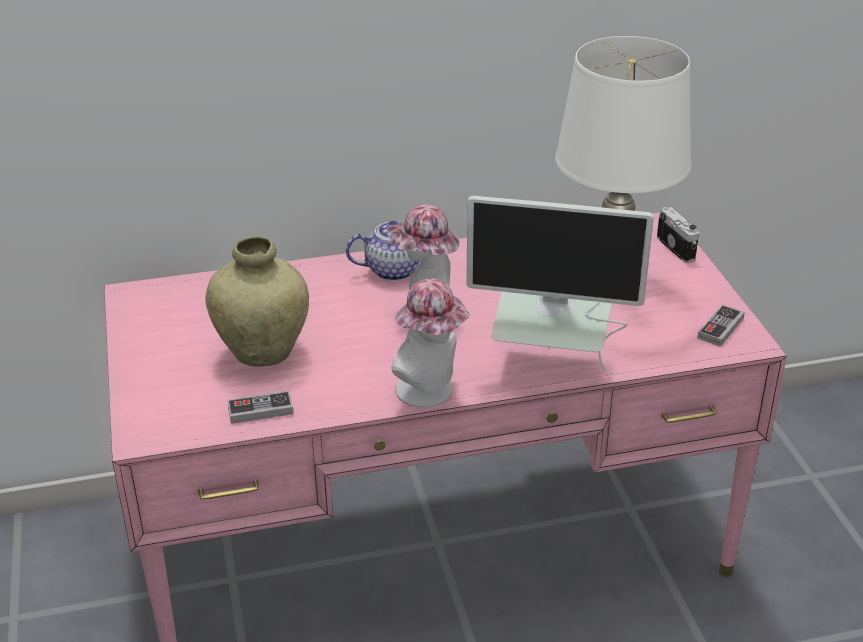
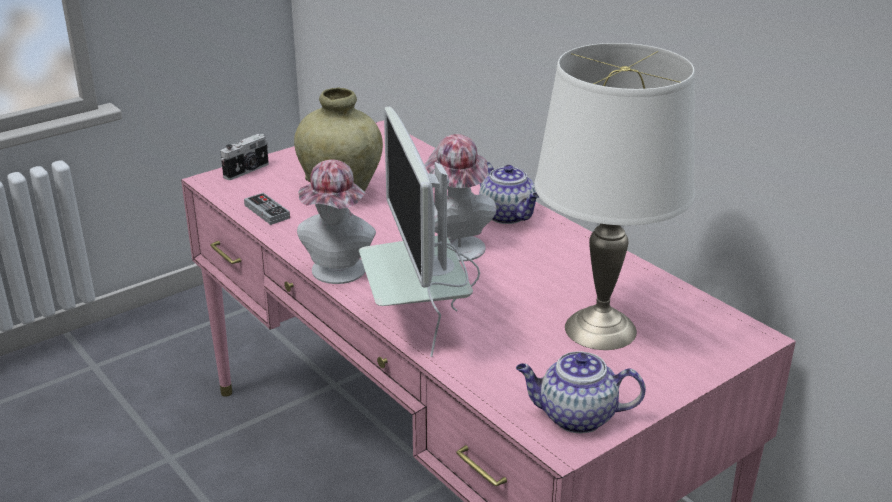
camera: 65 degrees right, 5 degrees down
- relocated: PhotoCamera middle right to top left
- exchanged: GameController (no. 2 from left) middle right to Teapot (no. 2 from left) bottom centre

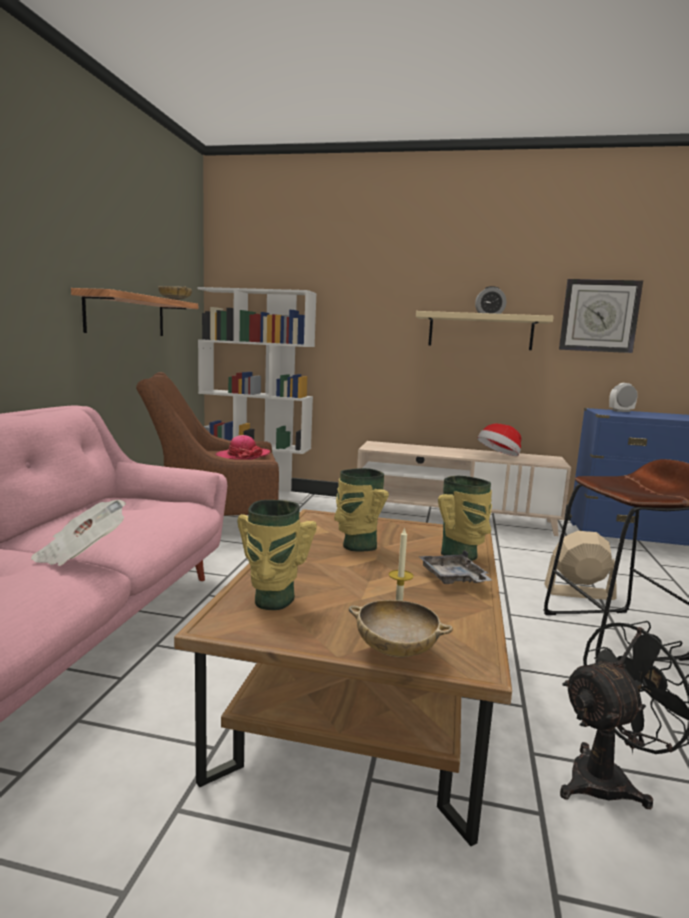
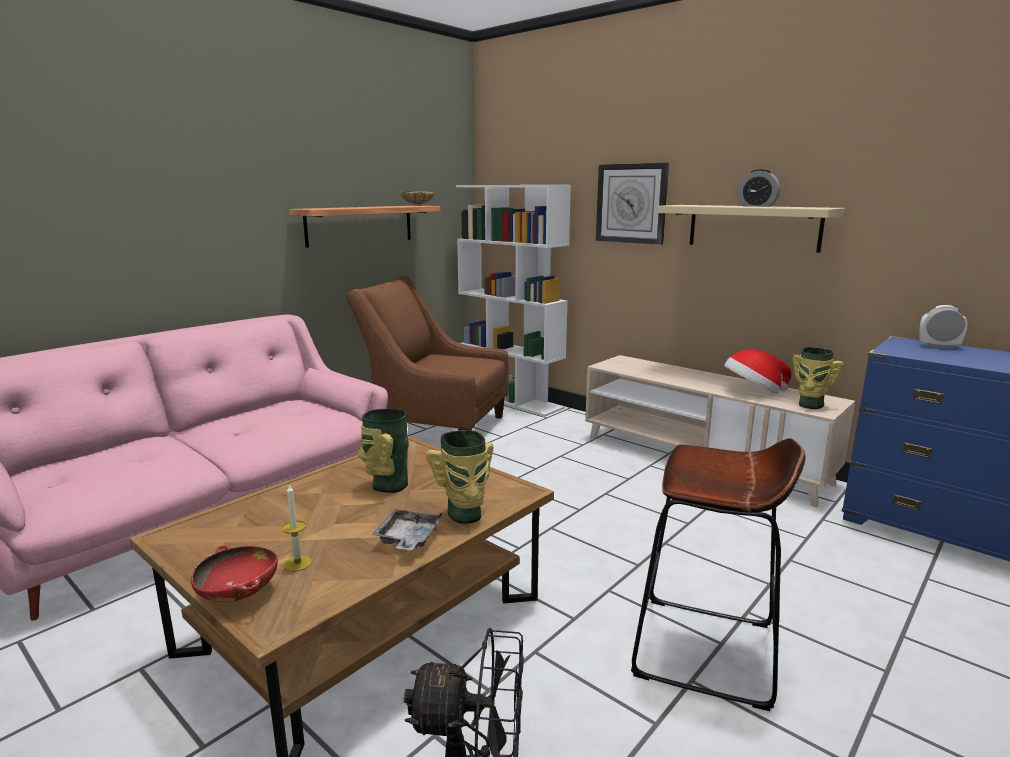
camera: 30 degrees right, 5 degrees up
- relocated: WallClock middle right to top centre
- missing: Hat (no. 1 from left) centre
- missing: Newspaper middle left
- relocated: Vase (no. 1 from left in the first image) centre to Vase (no. 3 from left) middle right
- missing: BeigeFan middle right
- colour: BeigeBowl (no. 2 from left) bottom centre to RedBowl bottom left

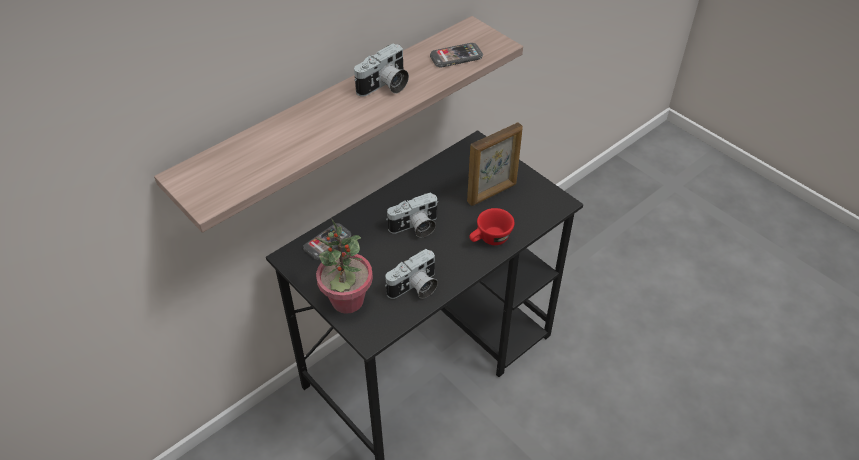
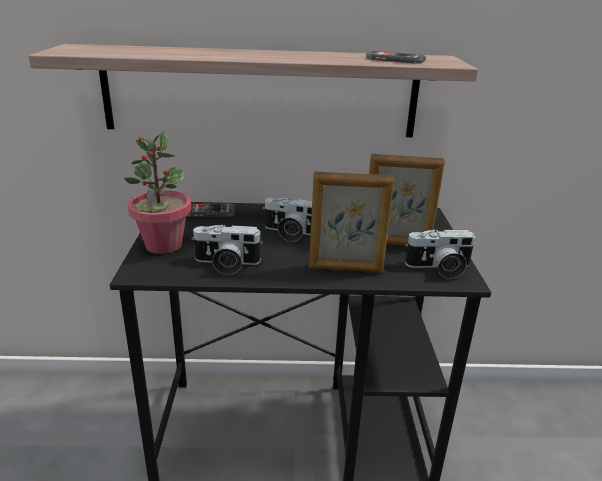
camera: 40 degrees right, 20 degrees down
- relocated: PhotoCamera (no. 1 from left in the first image) top centre to PhotoCamera (no. 3 from left) middle right
- exchanged: RedCup centre to PictureFrame (no. 1 from left) centre

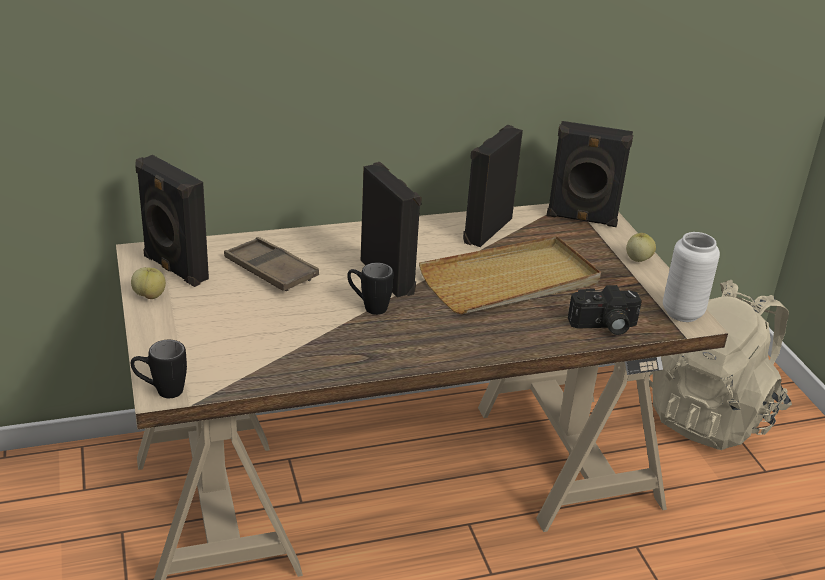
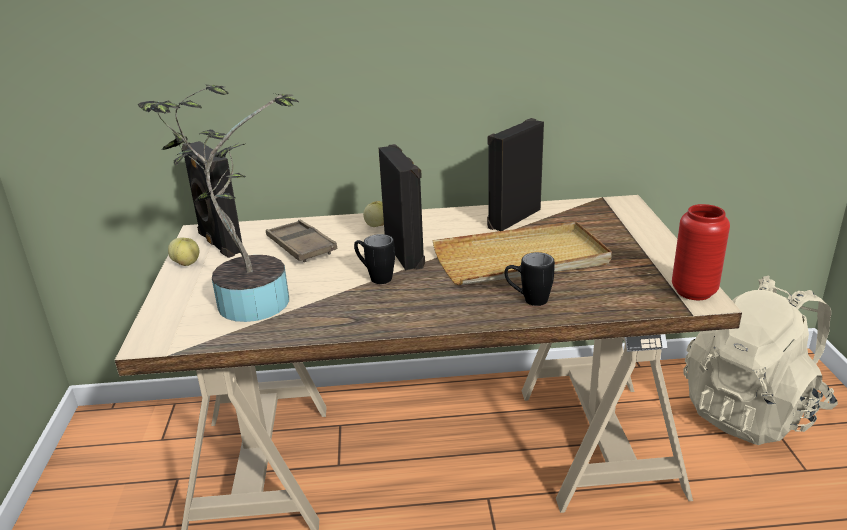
camera: 15 degrees right, 5 degrees down
- missing: BlackSpeaker (no. 4 from left) top right
- colour: WhiteVase middle right to RedVase middle right
- relocated: Apple (no. 2 from left) middle right to centre
- missing: PhotoCamera middle right
- relocated: BlackMug (no. 1 from left in the first image) middle left to BlackMug (no. 2 from left) centre
- appeared: PottedPlant middle left

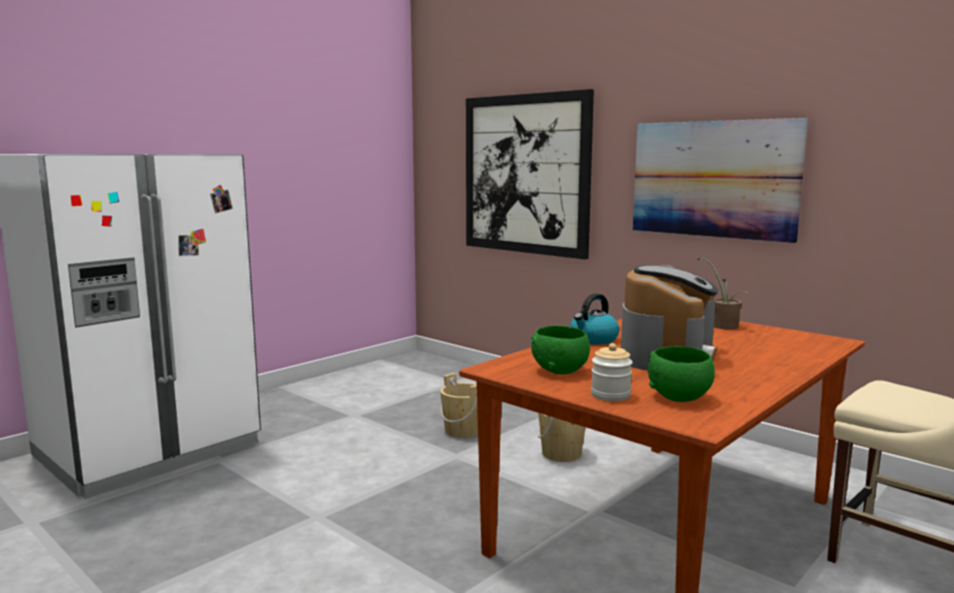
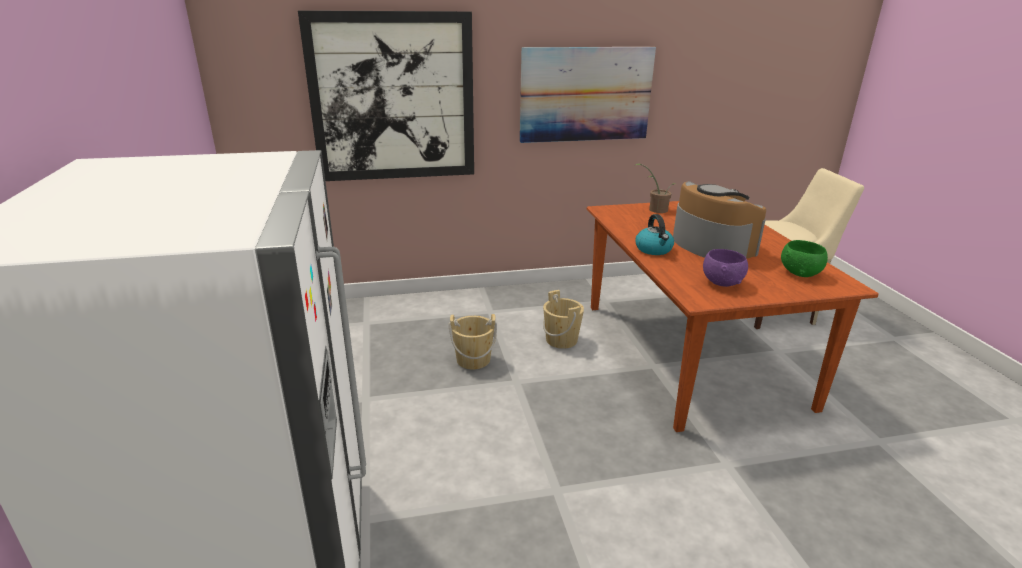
camera: 55 degrees left, 15 degrees up
- colour: GreenBowl (no. 1 from left) centre to PurpleBowl middle right
- missing: Jar centre

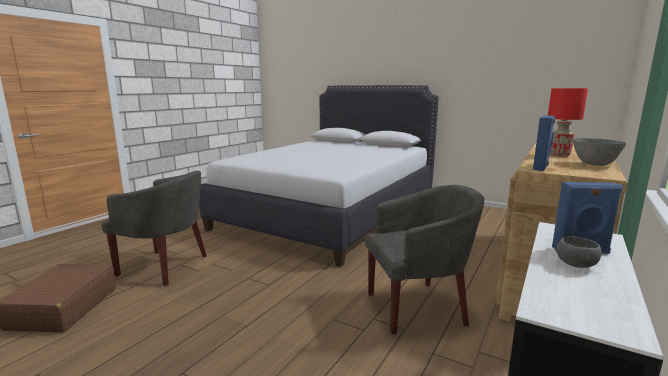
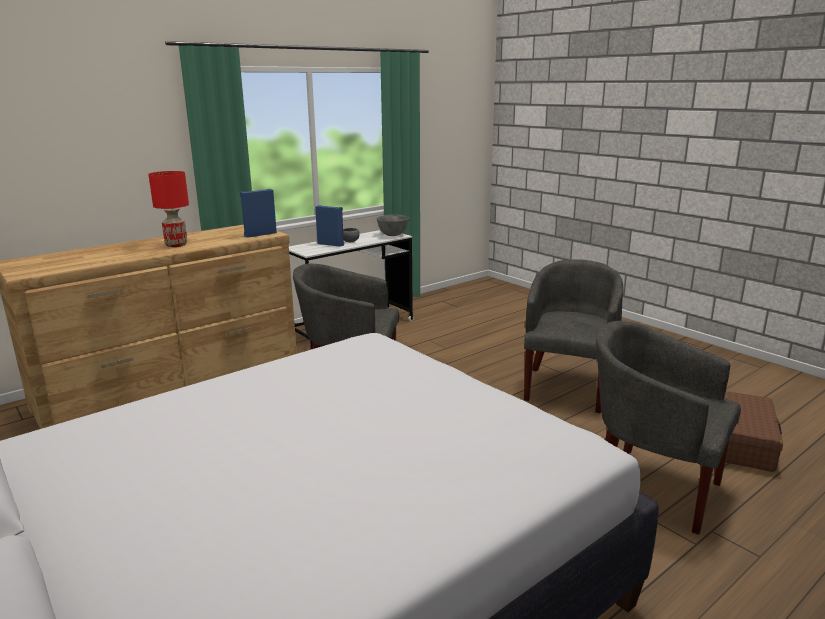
camera: 160 degrees left, 5 degrees up
- relocated: GreyBowl (no. 2 from left) middle right to centre
- appeared: GreyArmchair (no. 2 from left) middle right

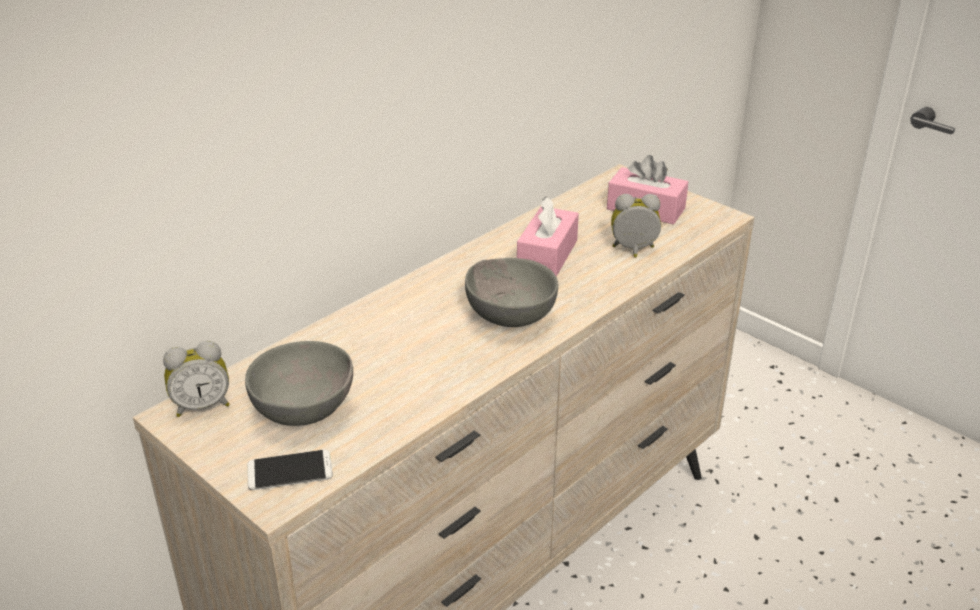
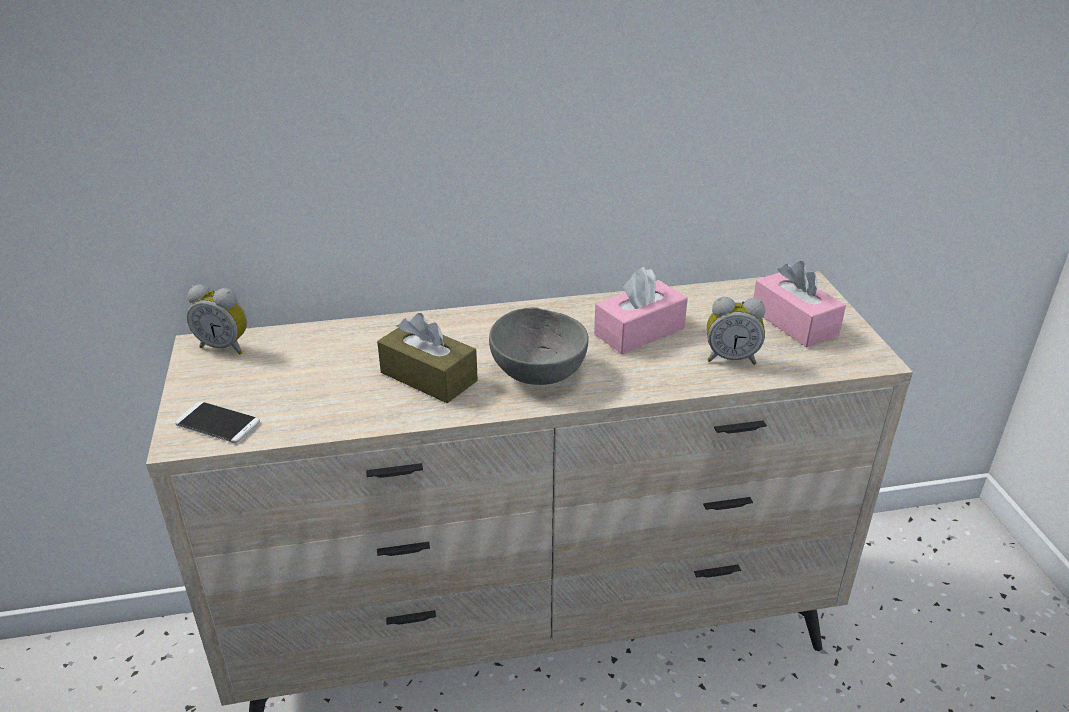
camera: 35 degrees right, 0 degrees up
- spun: AlarmClock (no. 2 from left) centre = middle right 150 degrees clockwise
- missing: GreyBowl (no. 1 from left) middle left
- appeared: BrownTissueBox centre

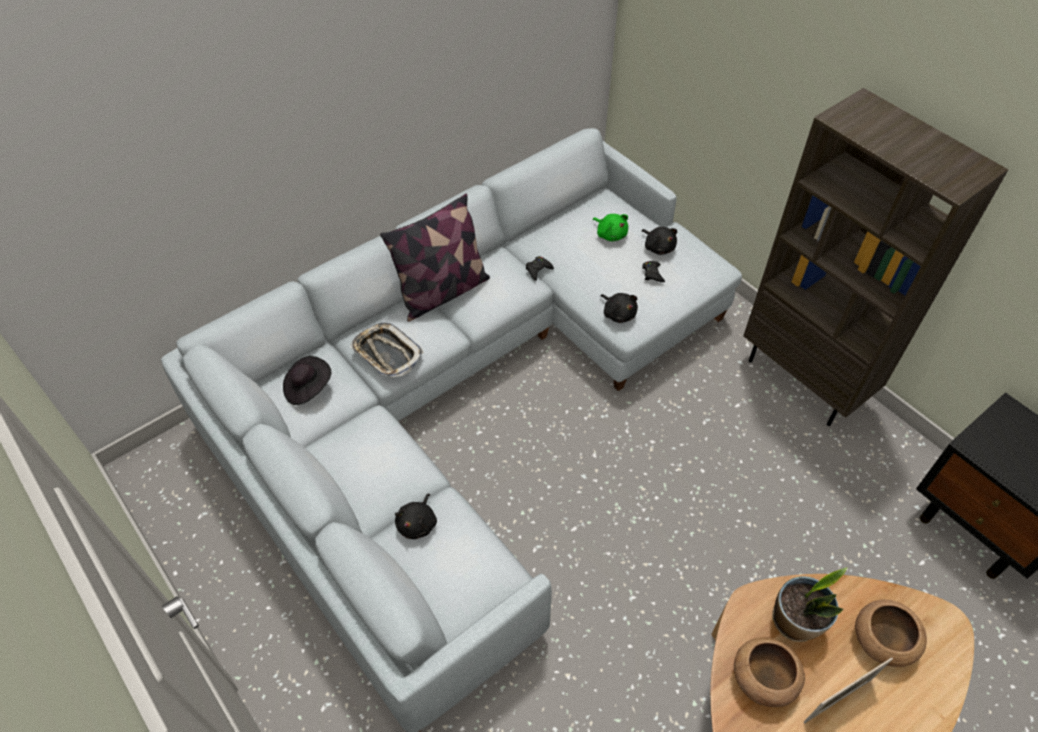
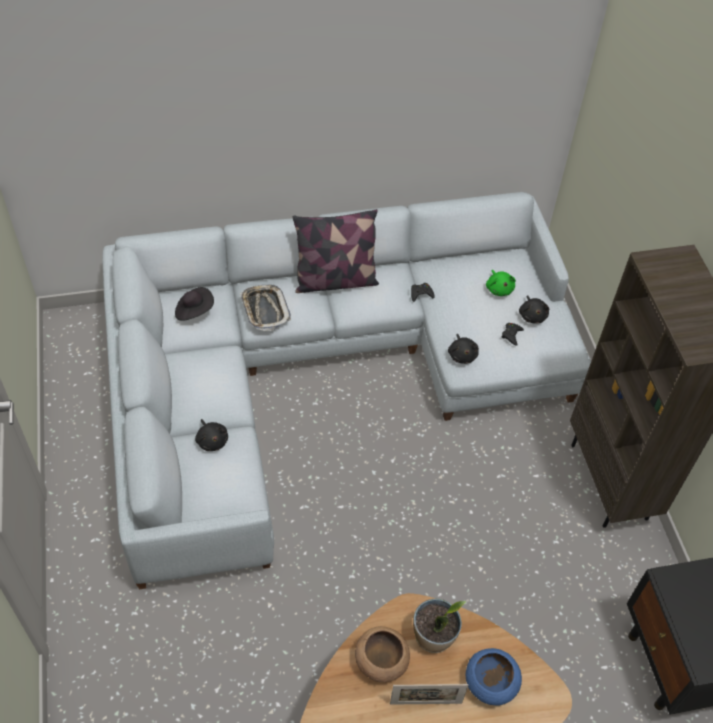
camera: 25 degrees right, 0 degrees up
- spun: BlackPlushToy (no. 1 from left) bottom centre = middle left 75 degrees counterclockwise
- colour: BrownBowl (no. 2 from left) bottom right to BlueBowl bottom right

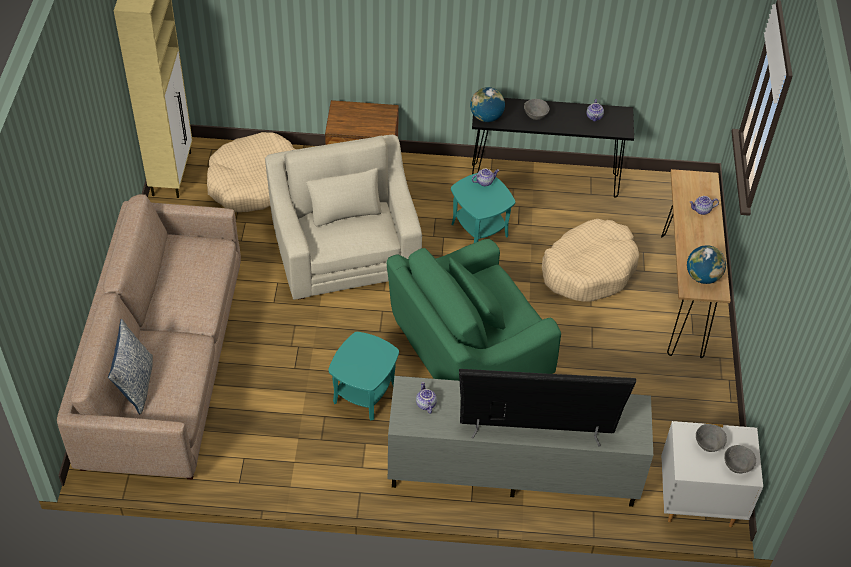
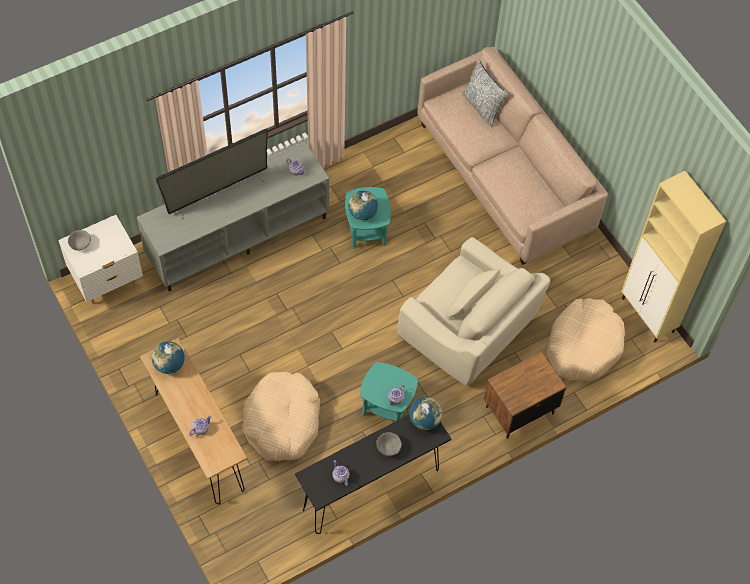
camera: 145 degrees right, 10 degrees up
- missing: GreenArmchair centre
- missing: GreyBowl (no. 2 from left) bottom right
- appeared: Globe (no. 2 from left) centre

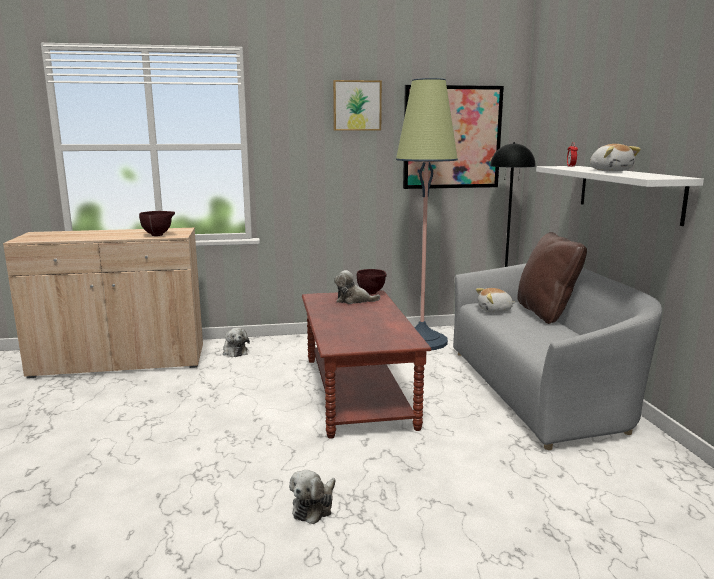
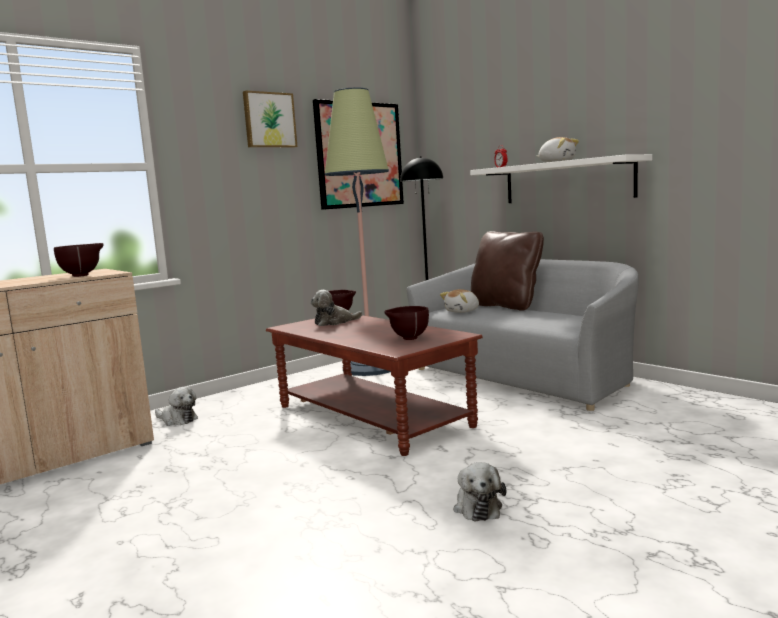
camera: 30 degrees left, 5 degrees down
- appeared: BrownBowl (no. 3 from left) centre

